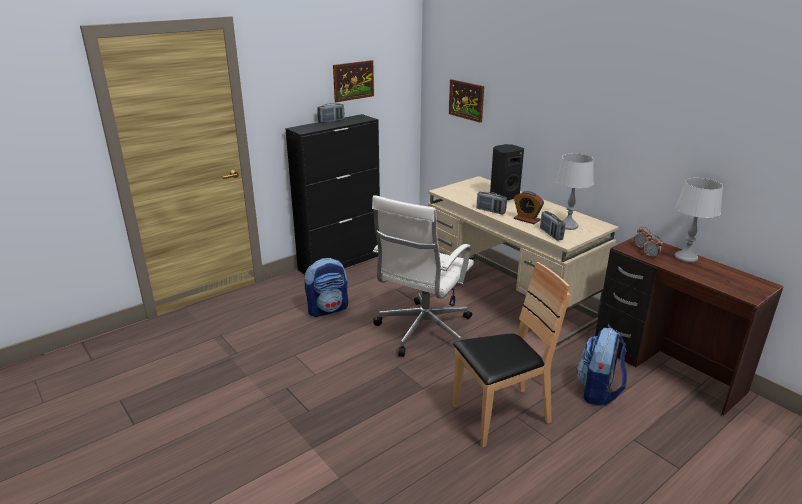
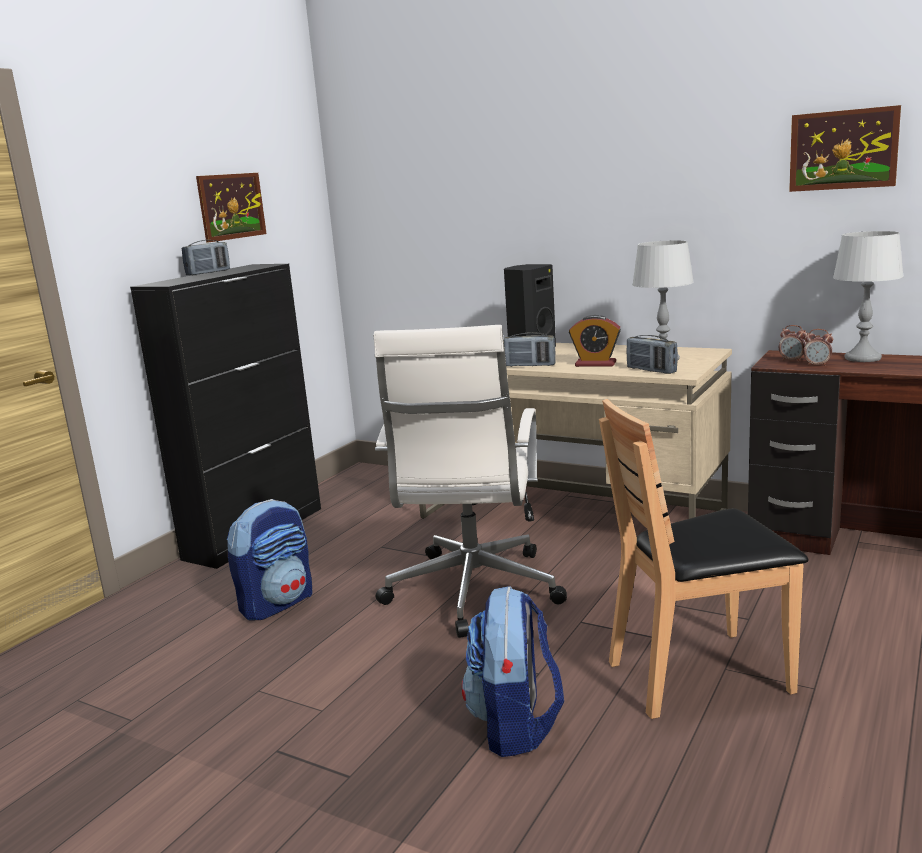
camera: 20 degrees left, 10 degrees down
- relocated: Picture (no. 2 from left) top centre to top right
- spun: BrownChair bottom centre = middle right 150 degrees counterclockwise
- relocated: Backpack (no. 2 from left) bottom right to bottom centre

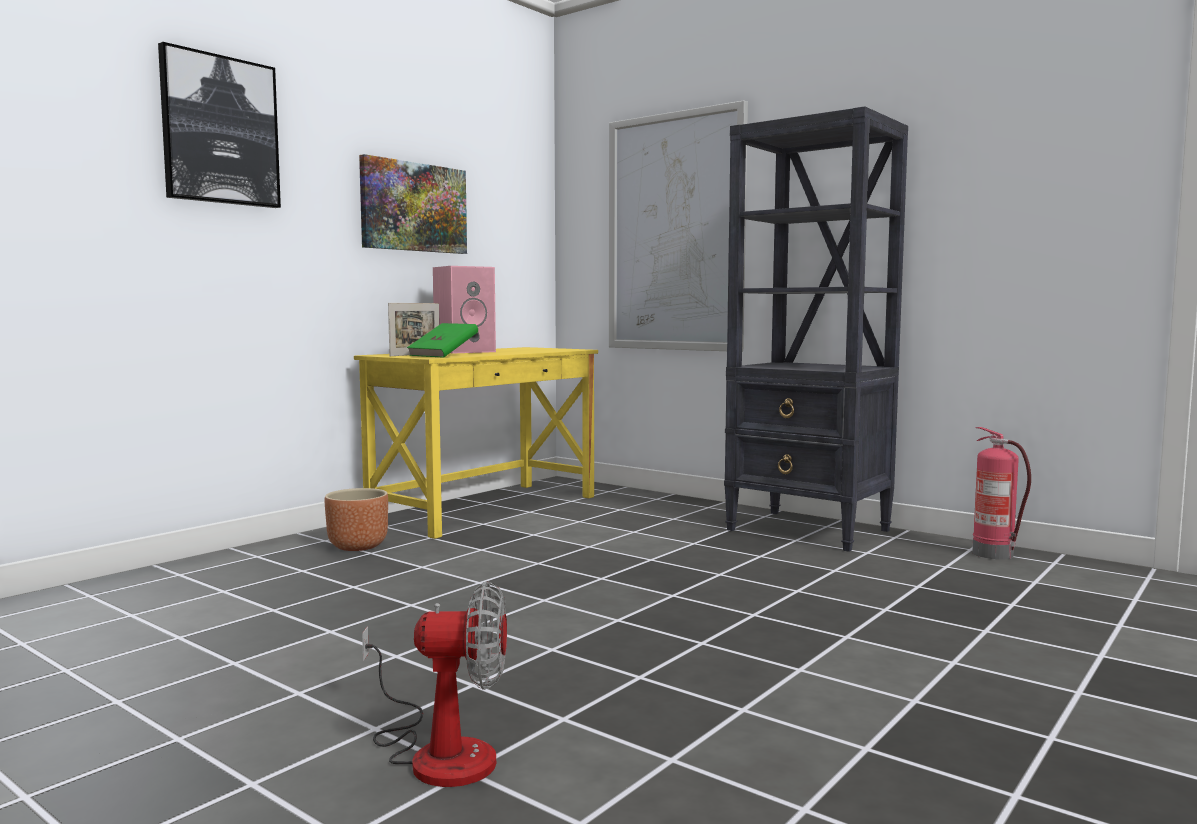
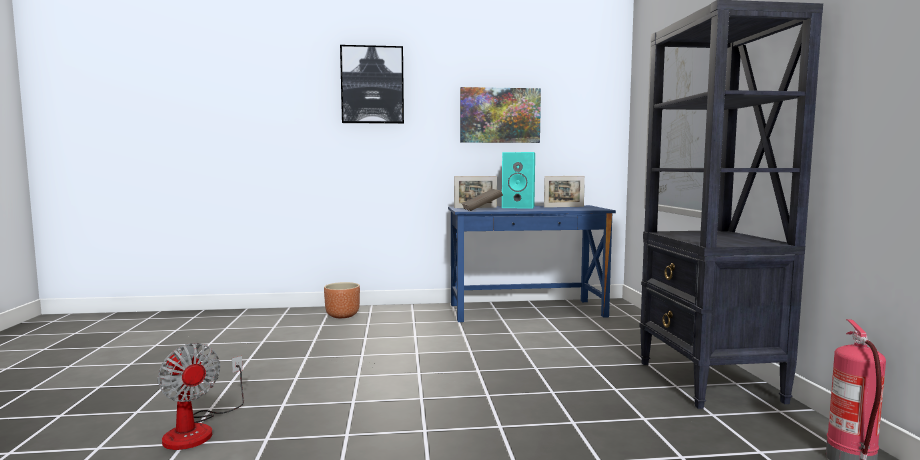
camera: 45 degrees right, 0 degrees up
- colour: PinkSpeaker centre to TurquoiseSpeaker centre
- colour: GreenBook centre to BrownBook centre
- colour: YellowDesk centre to BlueDesk centre
- relocated: BrownPlanter middle left to centre
- appeared: PictureFrame (no. 2 from left) centre

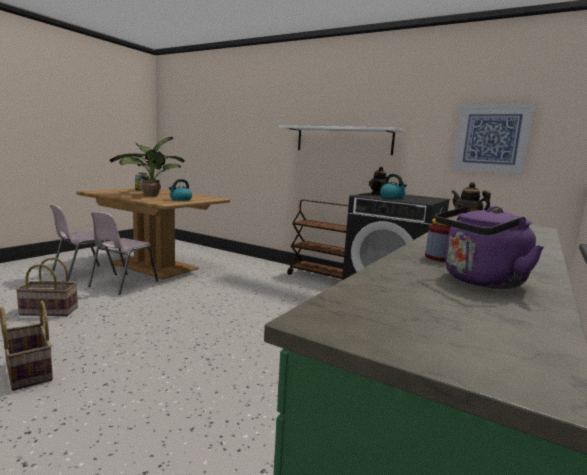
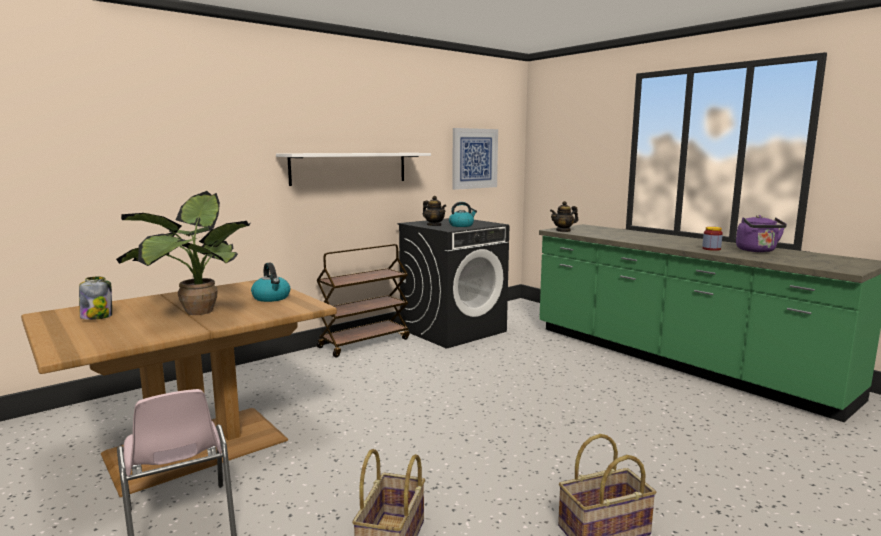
camera: 70 degrees left, 0 degrees up
- missing: PinkChair (no. 2 from left) middle left

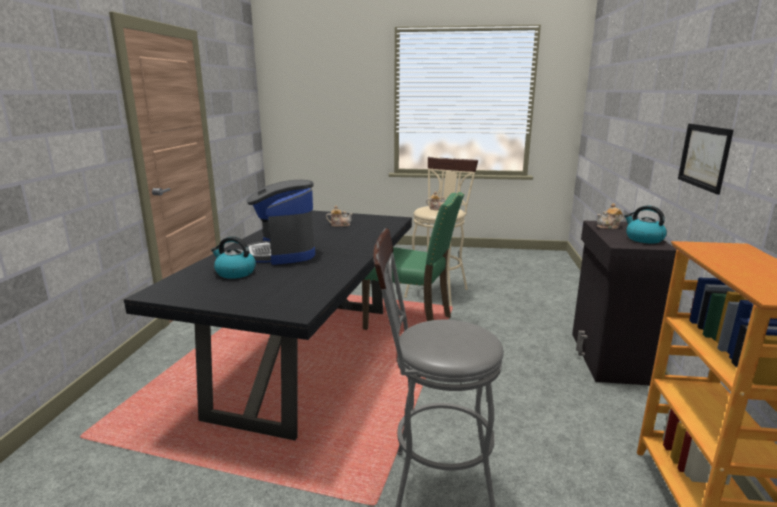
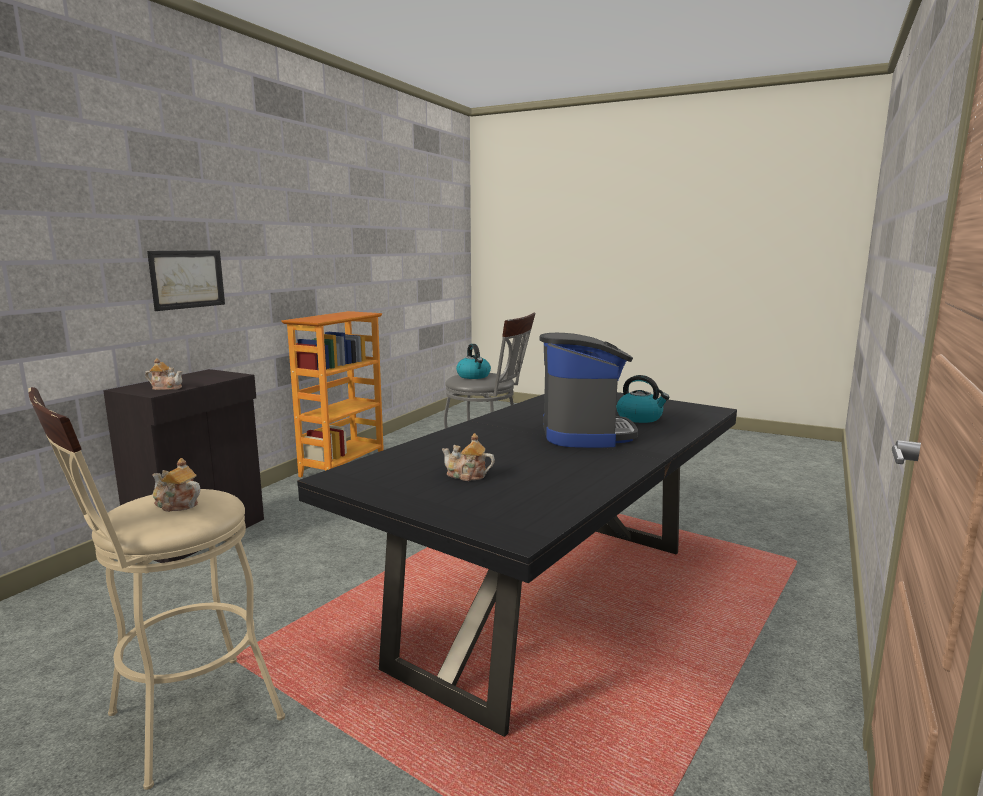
camera: 160 degrees left, 5 degrees down
- missing: GreenChair centre
- relocated: Kettle (no. 2 from left in the first image) middle right to Kettle (no. 1 from left) centre

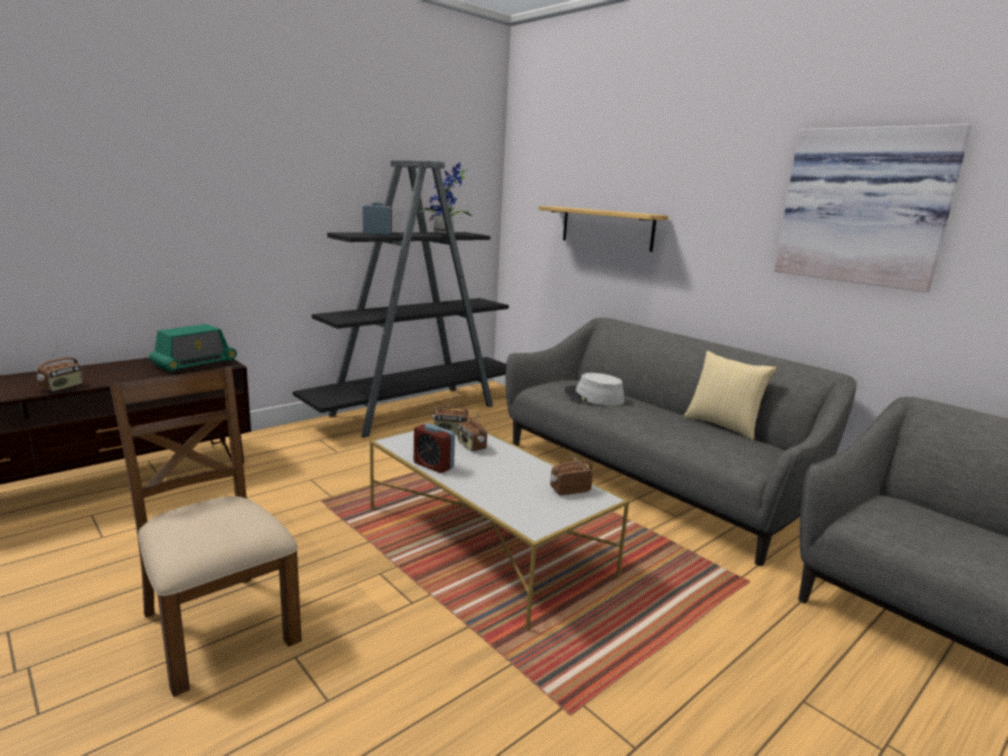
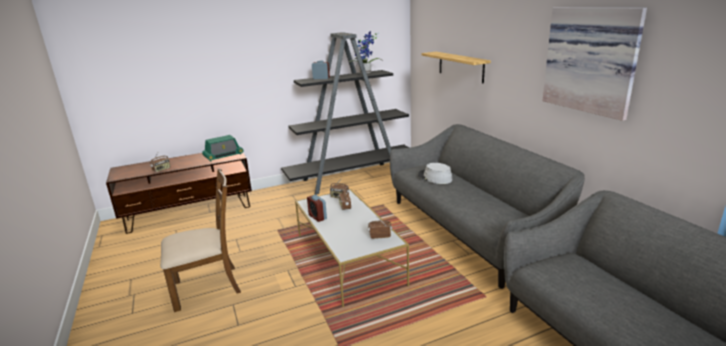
camera: 20 degrees right, 5 degrees up
- missing: Pillow middle right
- spun: BrownChair bottom left = bottom left 90 degrees clockwise

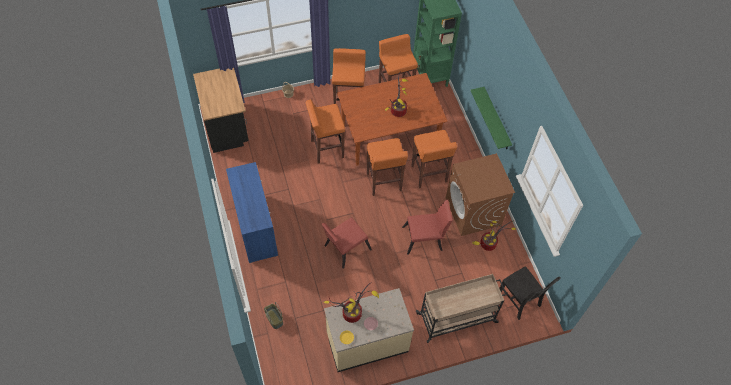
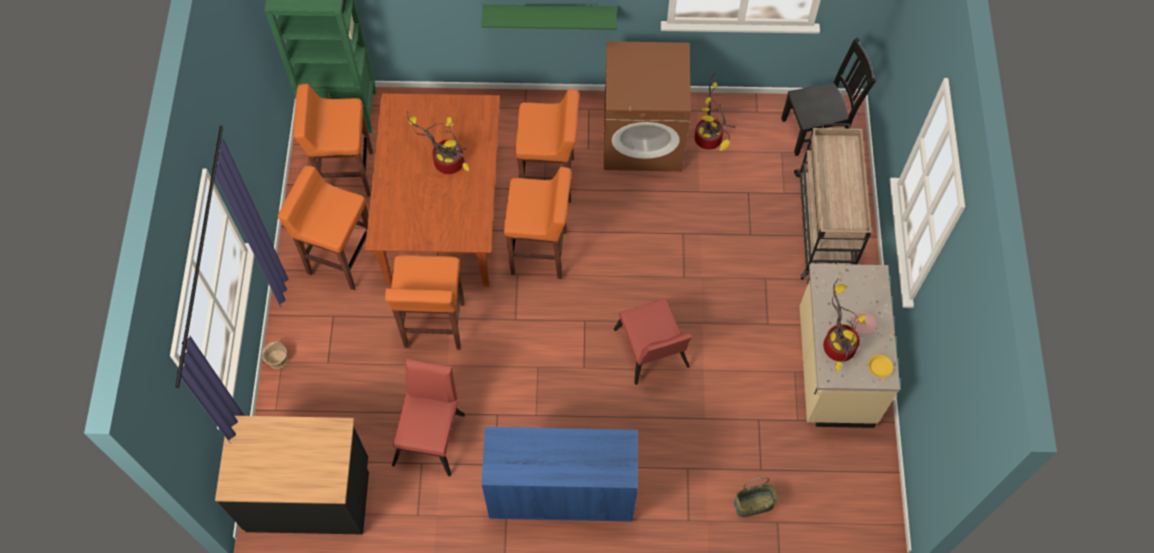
camera: 70 degrees left, 5 degrees up
- relocated: RedChair (no. 2 from left in the first image) centre to RedChair (no. 1 from left) bottom centre

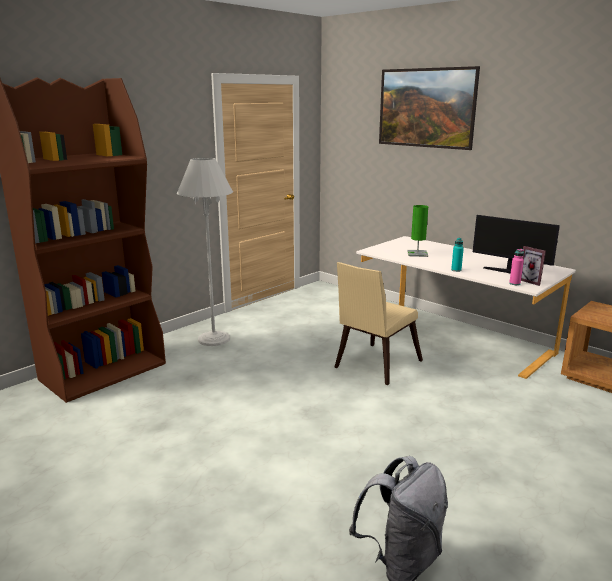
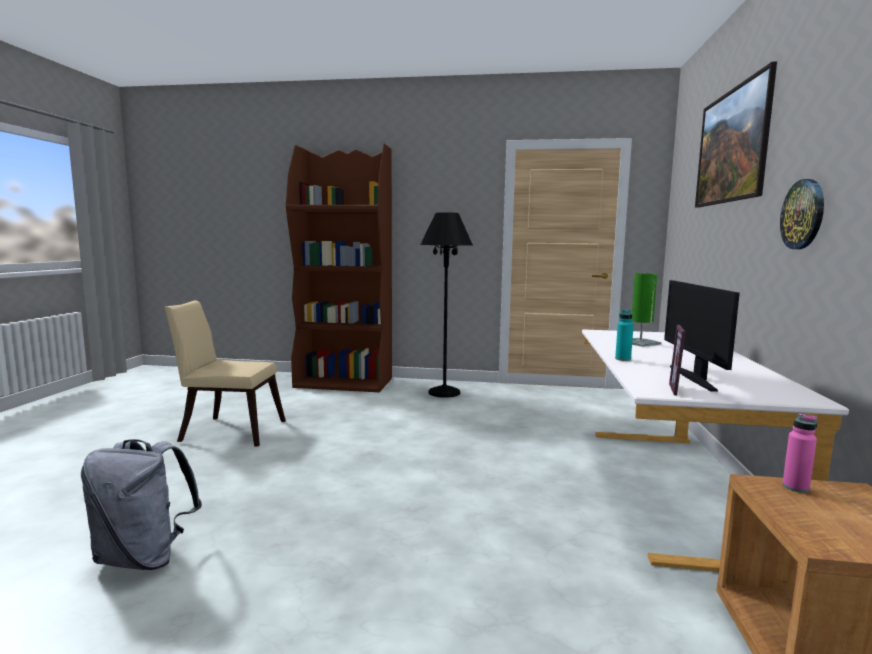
camera: 55 degrees right, 10 degrees down
- colour: WhiteFloorLamp centre to BlackFloorLamp centre
- relocated: PinkBottle middle right to bottom right
- relocated: BeigeChair centre to middle left
- appeared: WallClock top right

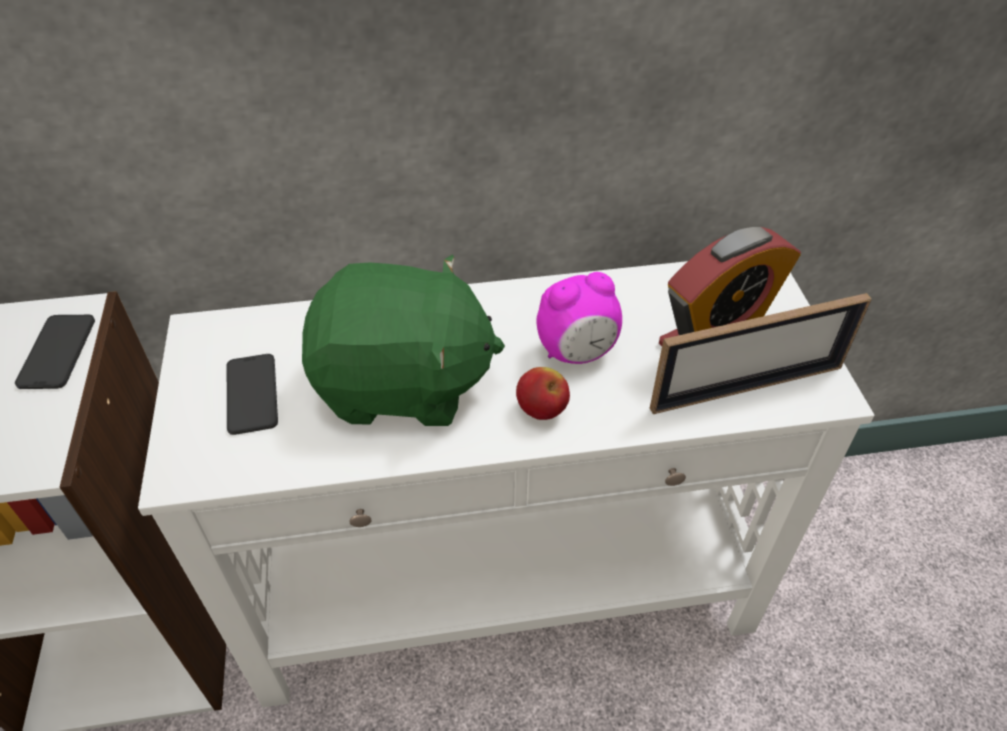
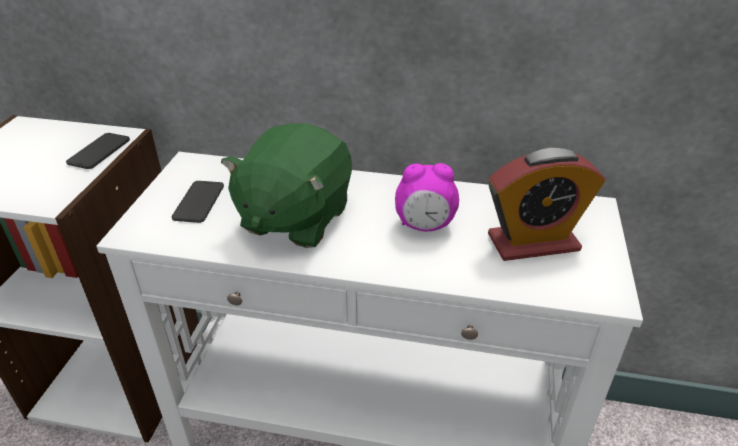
camera: 20 degrees right, 10 degrees down
- spun: GreenPlushToy centre = centre 90 degrees clockwise
- missing: PictureFrame middle right
- missing: Apple centre

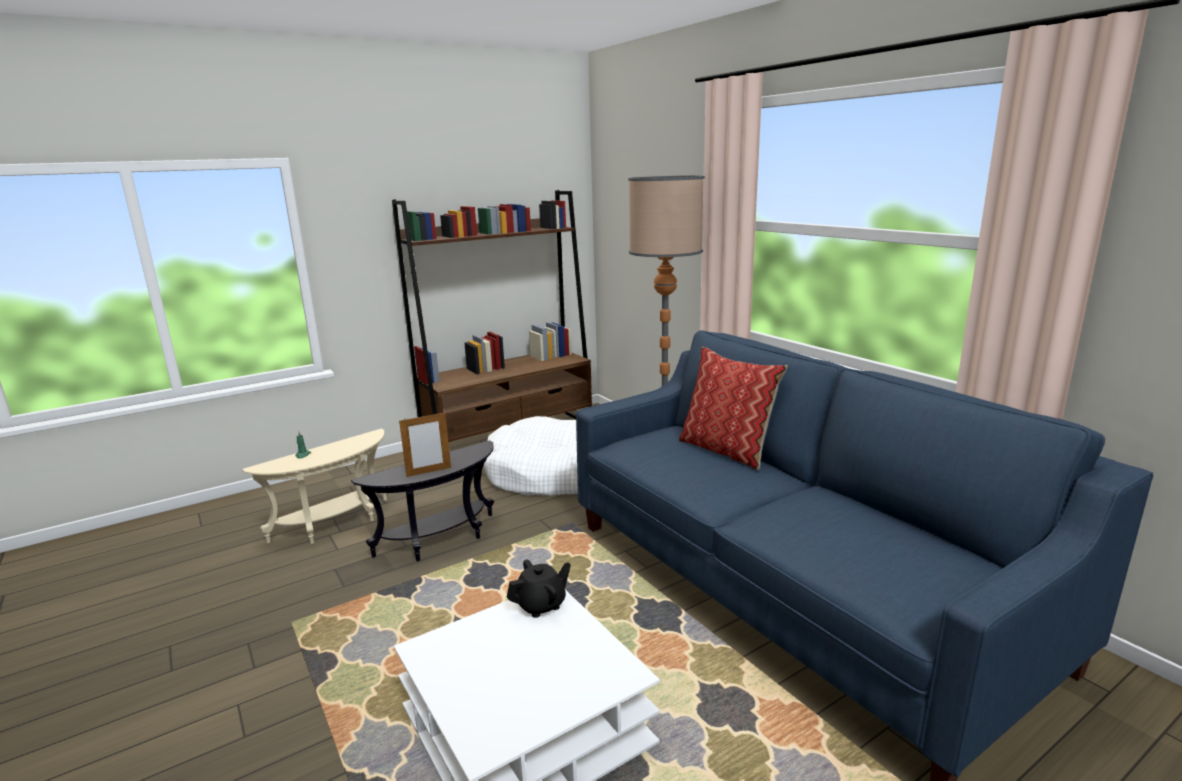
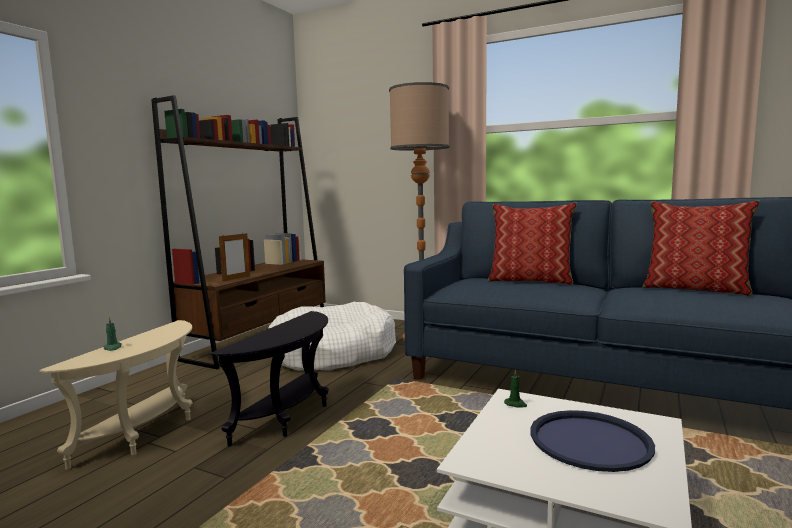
camera: 30 degrees left, 10 degrees down
- relocated: PictureFrame centre to middle left
- exchanged: BlackTeapot bottom centre to GreenCandle (no. 2 from left) bottom centre
- appeared: Pillow (no. 2 from left) middle right
- appeared: BlueTray bottom right

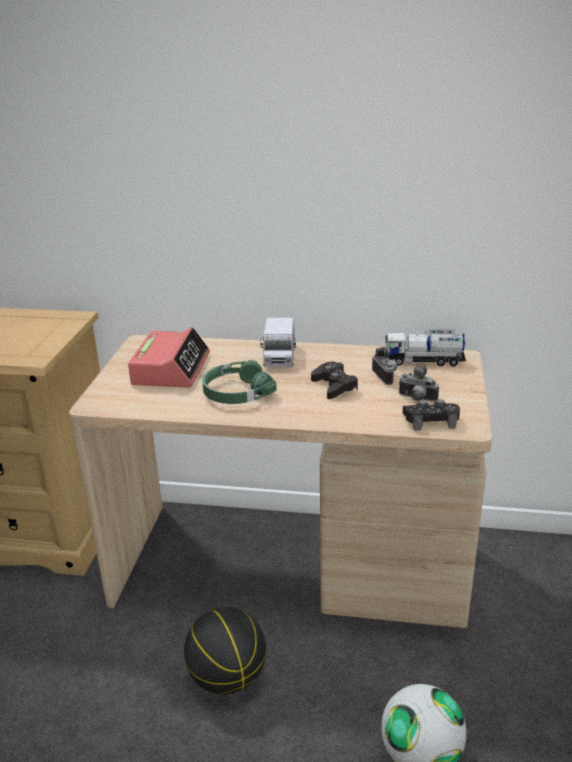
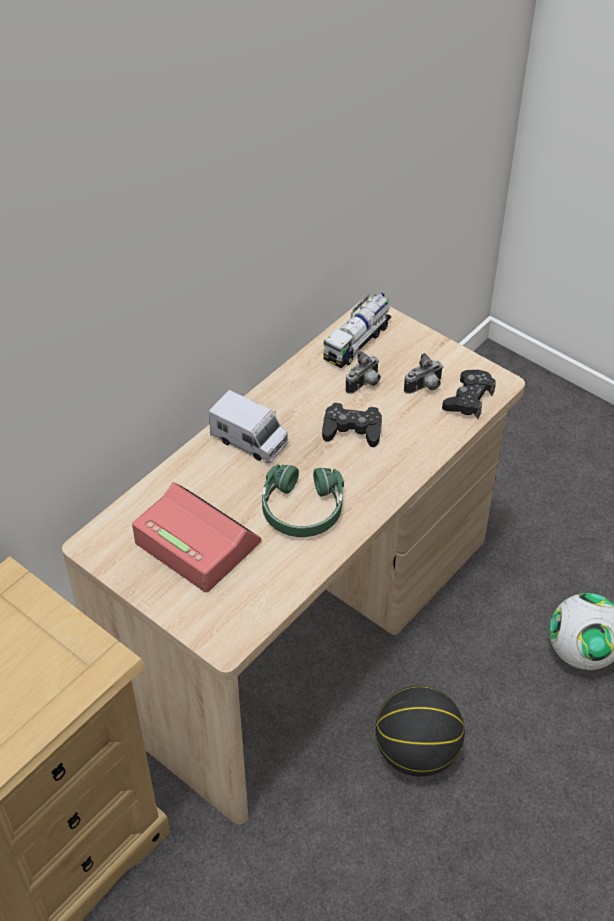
camera: 60 degrees left, 20 degrees up
- spun: PhotoCamera (no. 1 from left) middle right = centre 120 degrees clockwise

